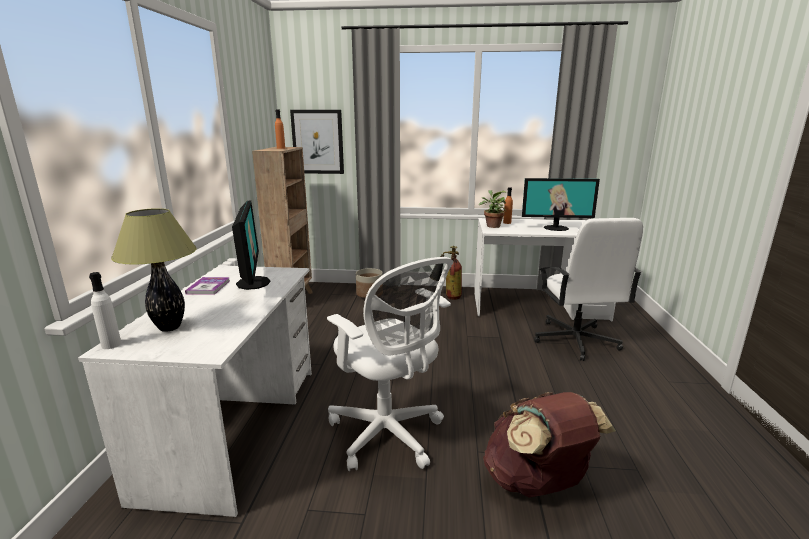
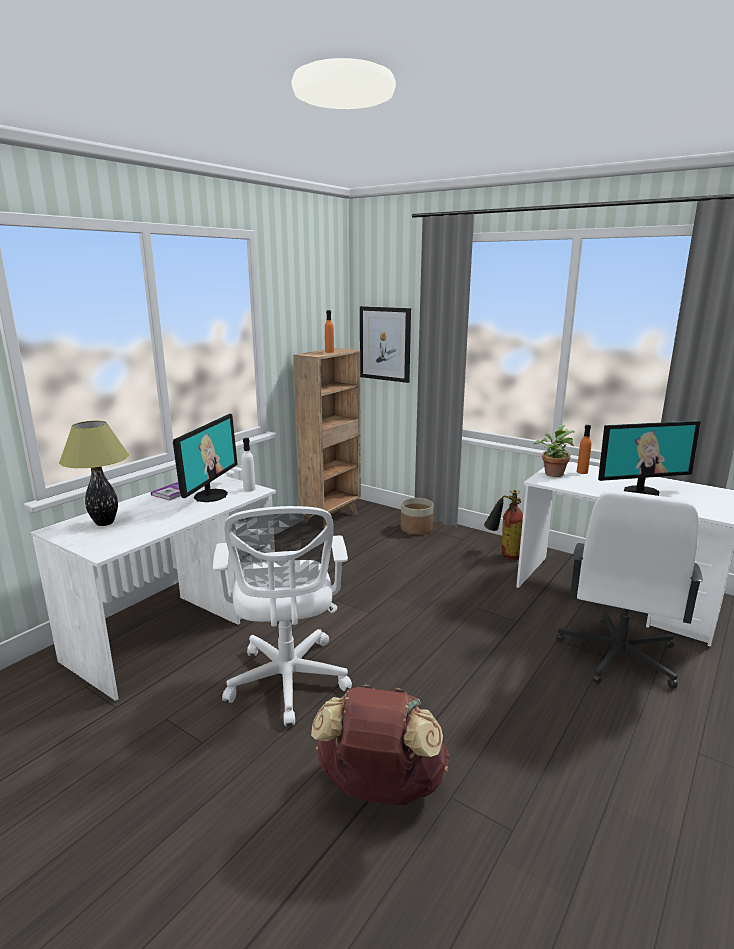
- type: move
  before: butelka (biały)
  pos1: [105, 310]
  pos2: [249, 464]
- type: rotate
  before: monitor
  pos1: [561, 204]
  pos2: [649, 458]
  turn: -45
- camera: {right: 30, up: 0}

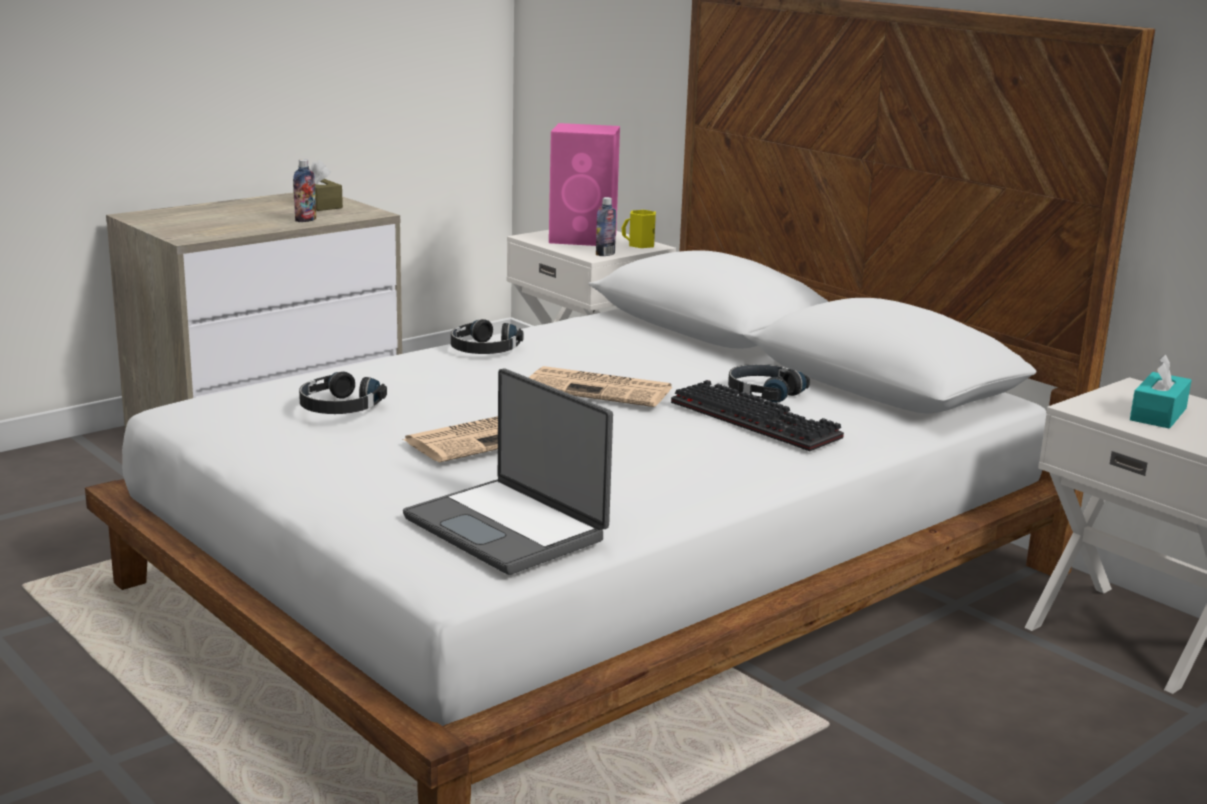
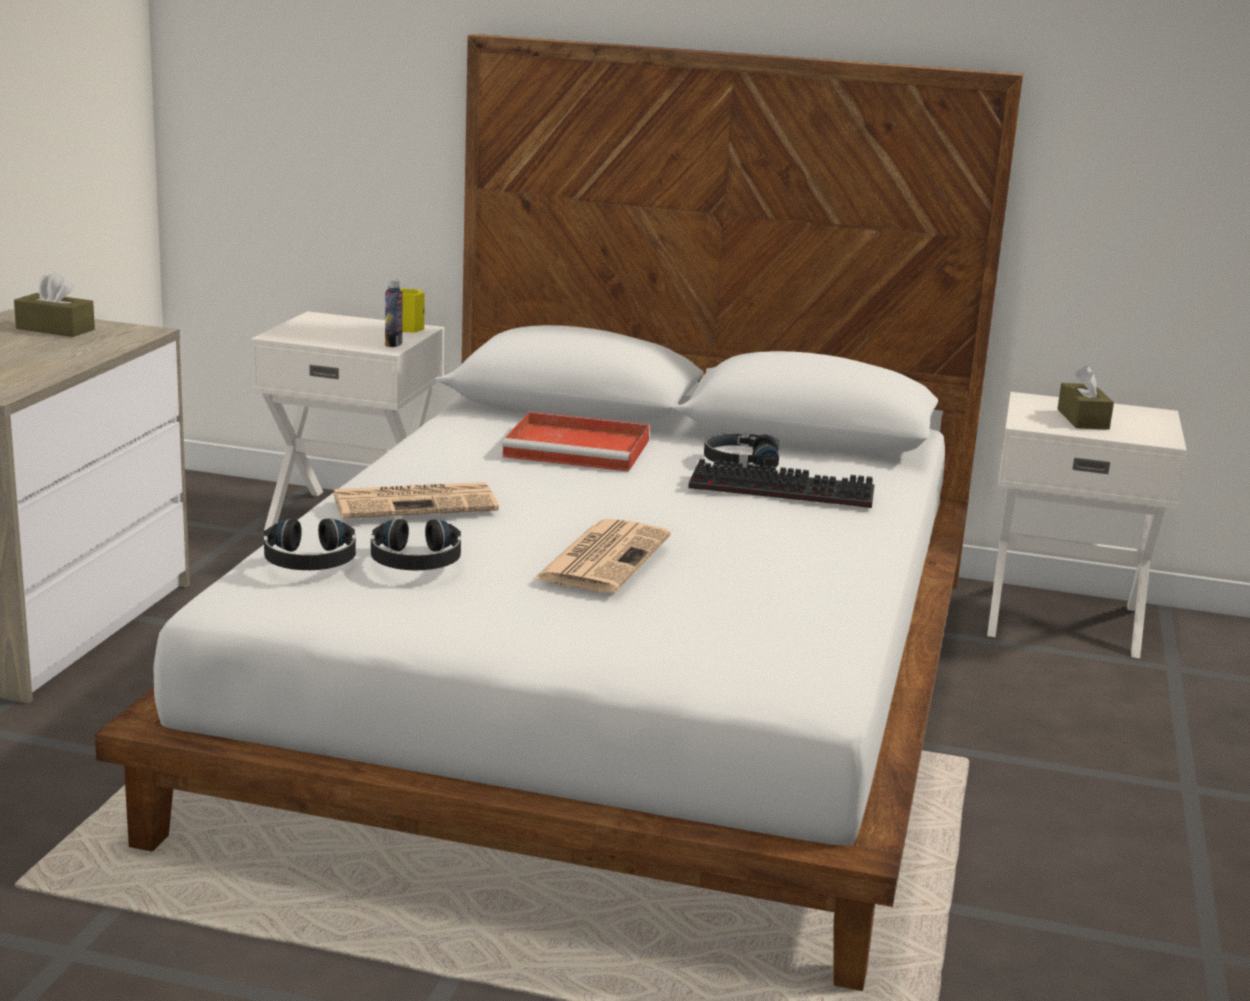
- type: delete
  before: butelka
  pos1: [304, 190]
- type: delete
  before: laptop
  pos1: [508, 471]
- type: move
  before: słuchawki (czarny)
  pos1: [487, 336]
  pos2: [310, 544]
- type: move
  before: gazeta
  pos1: [600, 386]
  pos2: [416, 500]
- type: delete
  before: głośnik (różowy)
  pos1: [584, 184]
- type: recolor
  before: pudełko chusteczek (turkusowy)
  after: pudełko chusteczek (brązowy)
  pos1: [1161, 391]
  pos2: [1085, 397]
- type: insert
  after: taca (czerwony)
  pos2: [576, 441]
- camera: {right: -35, up: 0}

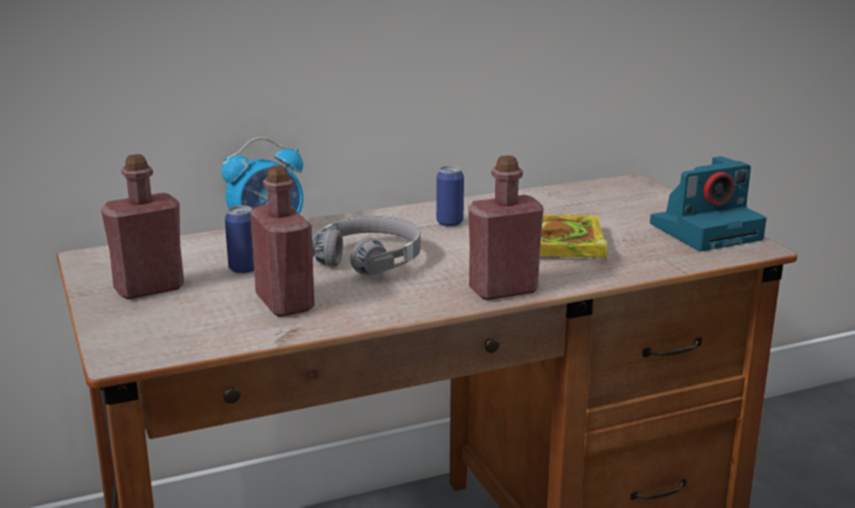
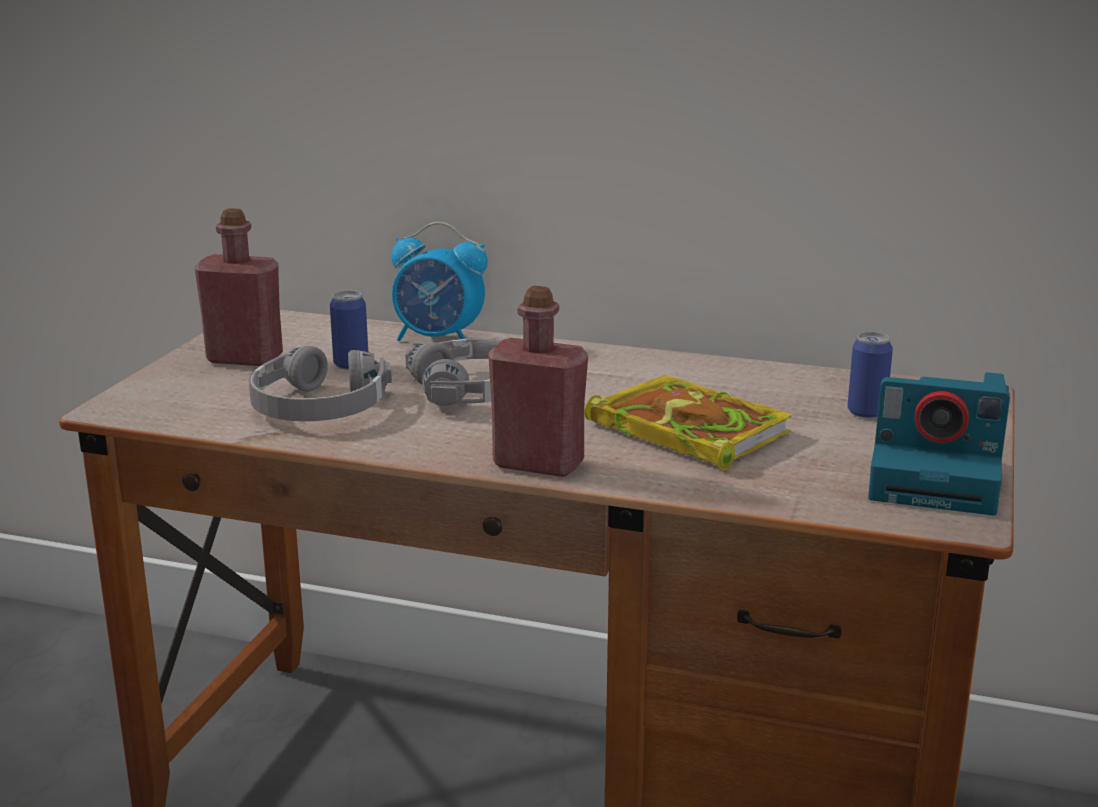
- type: replace
  before: butelka (czerwony)
  after: słuchawki (szary)
  pos1: [282, 241]
  pos2: [320, 383]
- type: move
  before: puszka
  pos1: [450, 196]
  pos2: [870, 375]
- camera: {right: 40, up: 0}

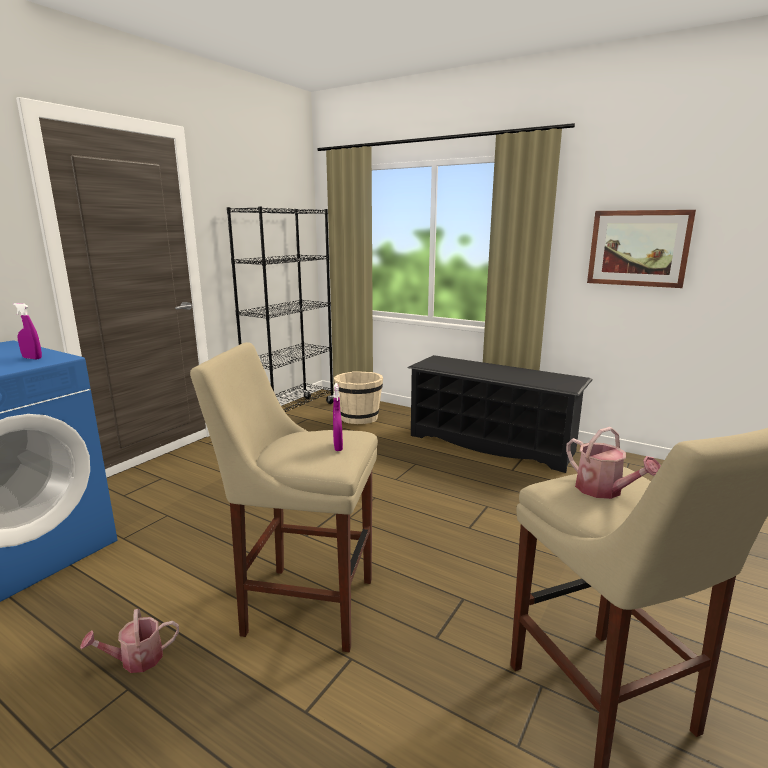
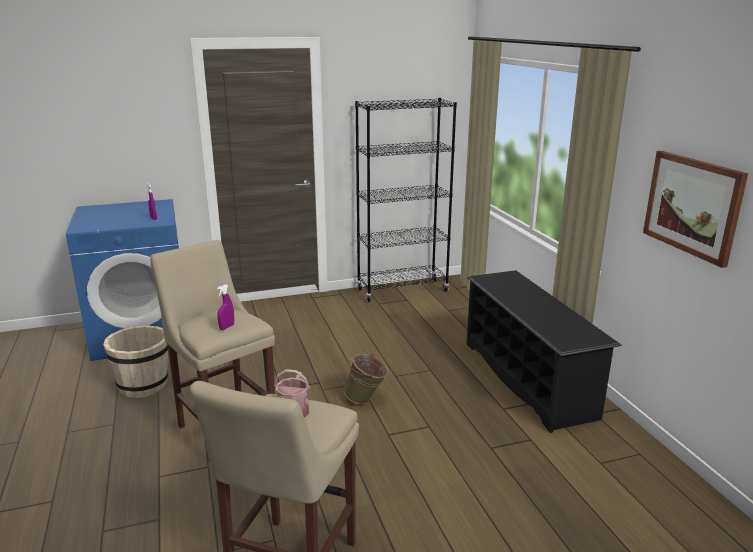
- type: delete
  before: konewka
  pos1: [129, 641]
- type: move
  before: wiadro (beżowy)
  pos1: [358, 397]
  pos2: [135, 361]
- type: insert
  after: wiadro (zielony)
  pos2: [366, 378]
- camera: {right: 40, up: 5}

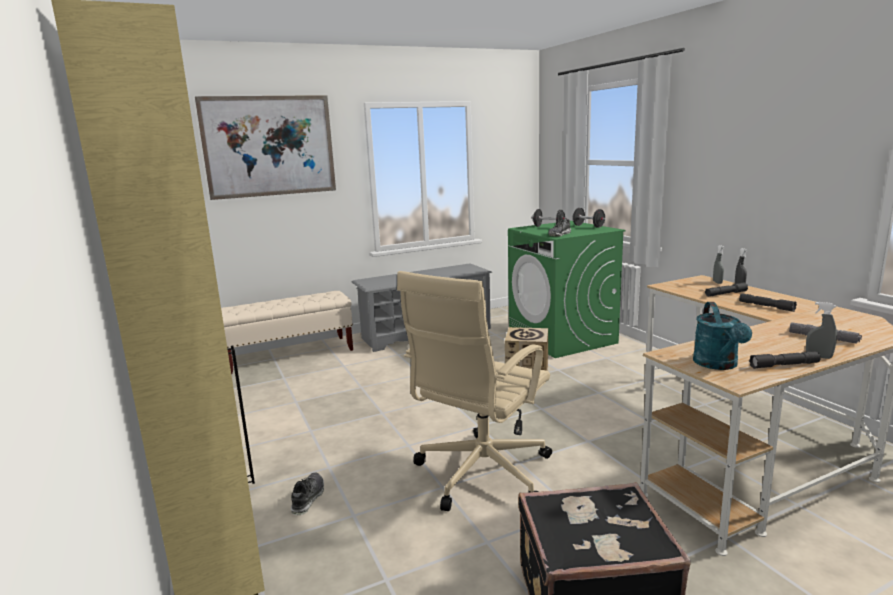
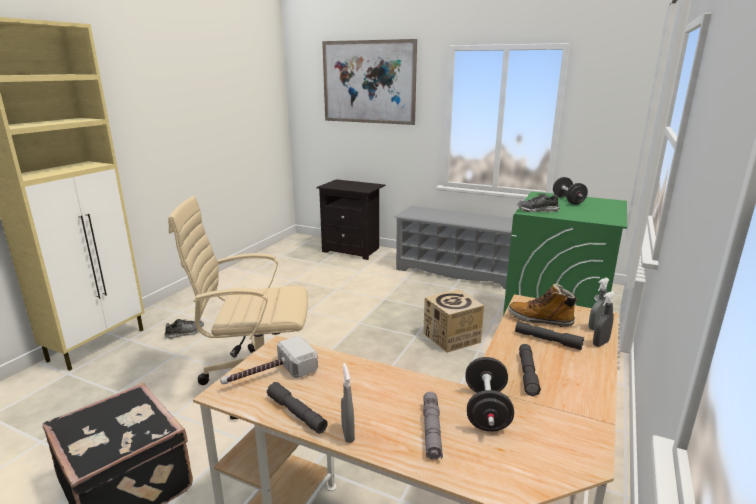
- type: replace
  before: ławka (beżowy)
  after: szafka nocna (czarny)
  pos1: [287, 332]
  pos2: [351, 219]
- type: move
  before: hantel (czarny)
  pos1: [589, 218]
  pos2: [489, 394]
- type: replace
  before: konewka (turkusowy)
  after: młotek
  pos1: [722, 336]
  pos2: [269, 360]
- type: insert
  after: but z cholewką
  pos2: [543, 305]
- camera: {right: 50, up: 5}

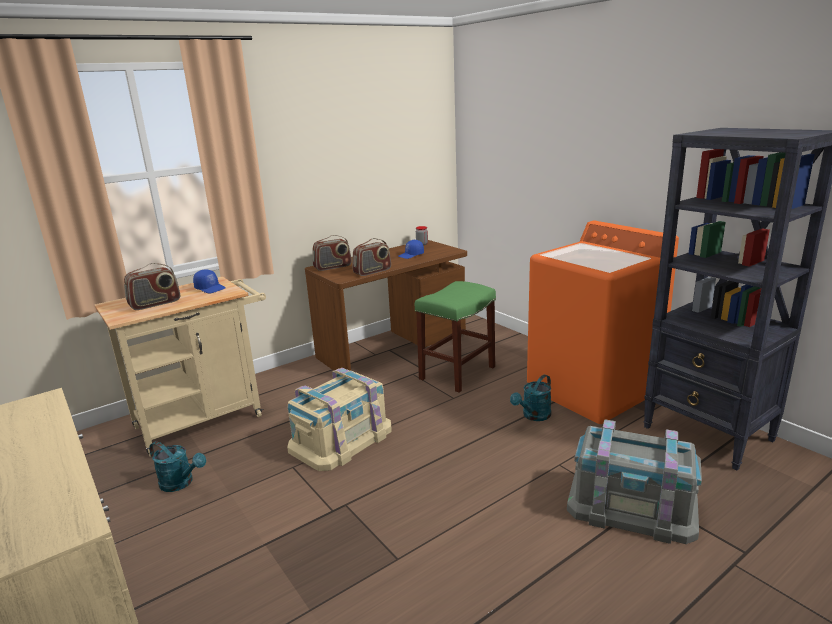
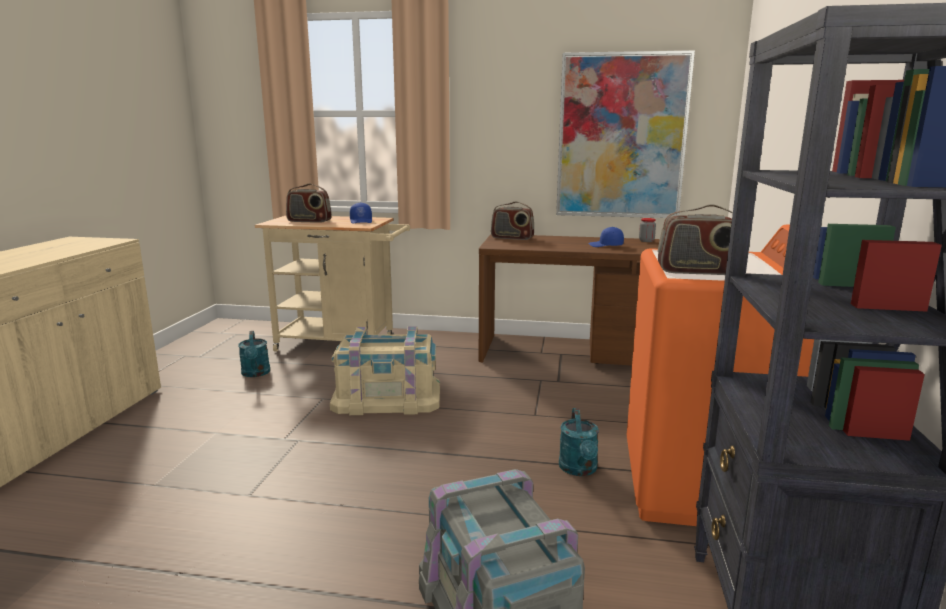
- type: move
  before: radio
  pos1: [371, 257]
  pos2: [695, 239]
- type: delete
  before: stołek (zielony)
  pos1: [455, 337]
- type: rotate
  before: konewka (turkusowy)
  pos1: [530, 398]
  pos2: [579, 442]
  turn: -90
- type: insert
  after: obraz
  pos2: [625, 134]
- camera: {right: 45, up: -5}

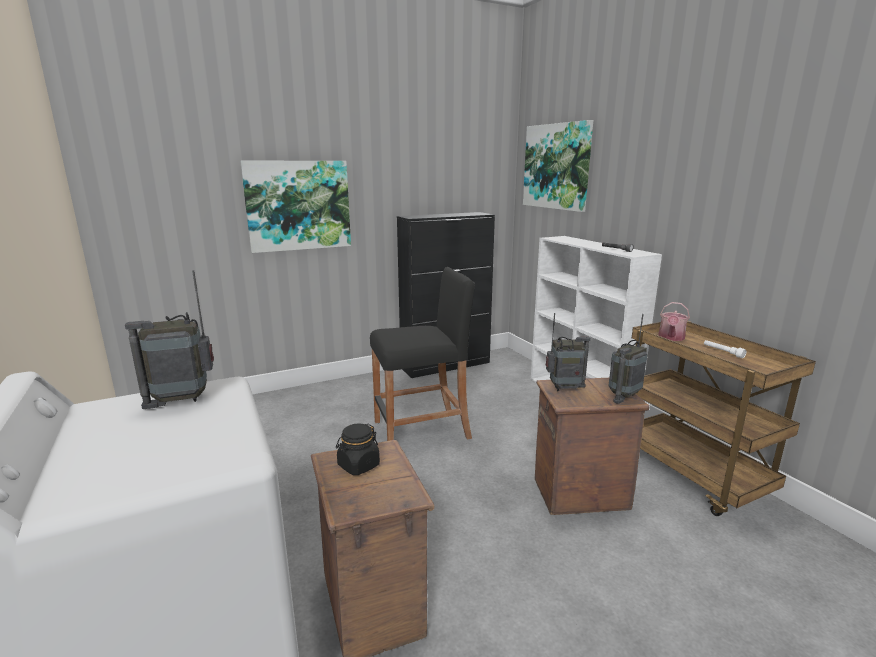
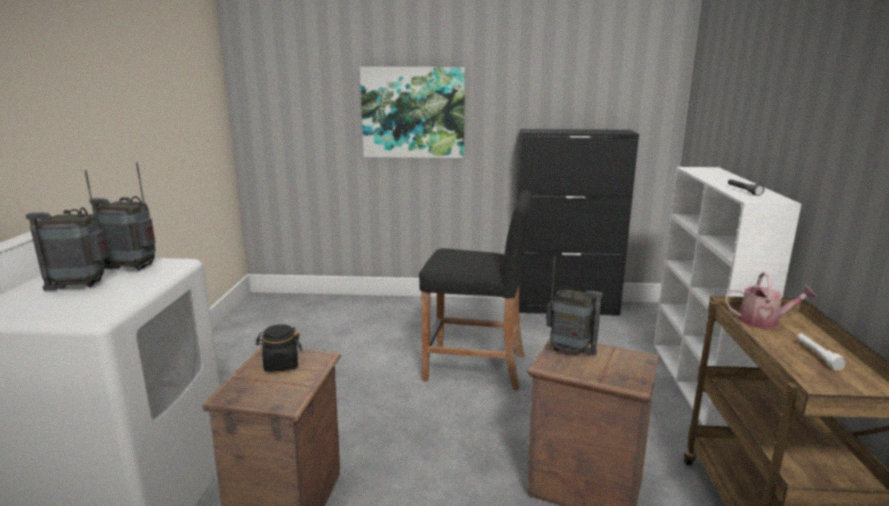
- type: delete
  before: obraz
  pos1: [558, 166]
- type: move
  before: radio
  pos1: [628, 359]
  pos2: [67, 230]
- type: rotate
  before: konewka
  pos1: [674, 321]
  pos2: [771, 300]
  turn: -135
- camera: {right: 30, up: 0}

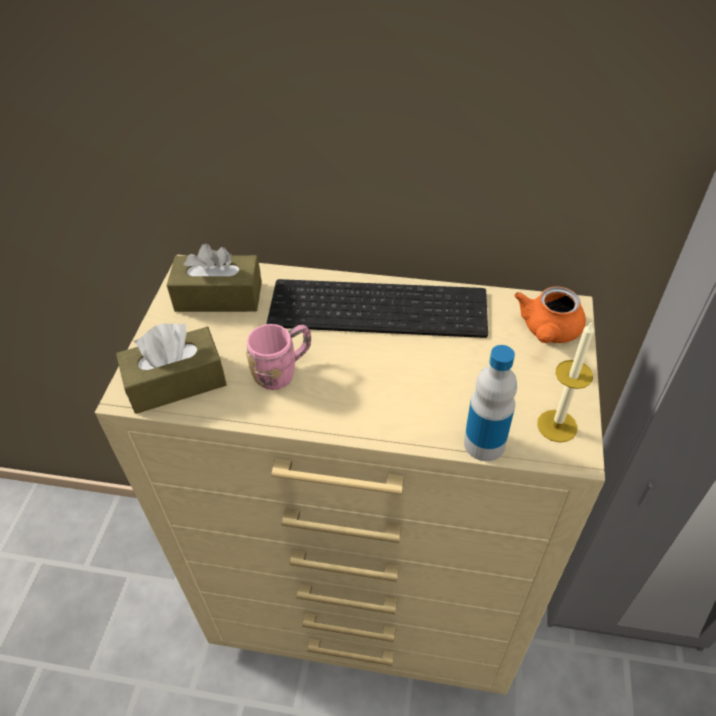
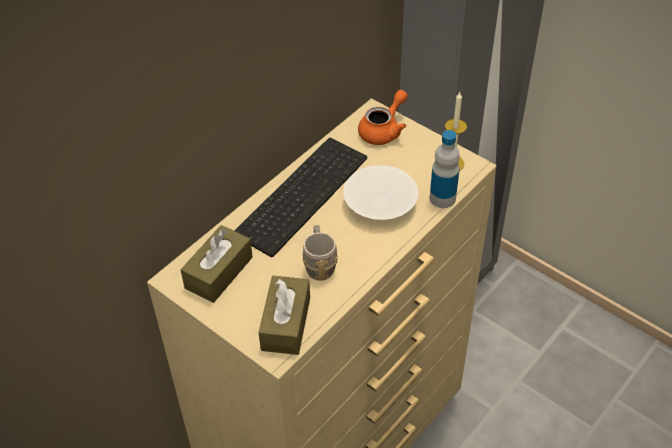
- type: recolor
  before: kubek (różowy)
  after: kubek (szary)
  pos1: [278, 357]
  pos2: [320, 253]
- type: rotate
  before: imbryk (pomarańczowy)
  pos1: [550, 314]
  pos2: [383, 117]
  turn: -105
- type: insert
  after: miska (biały)
  pos2: [380, 192]
- camera: {right: -60, up: 0}

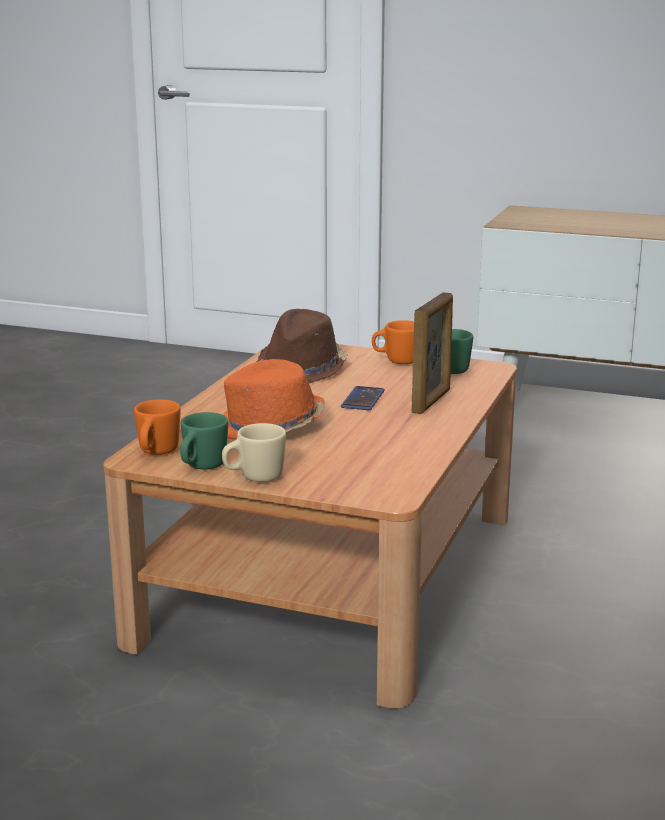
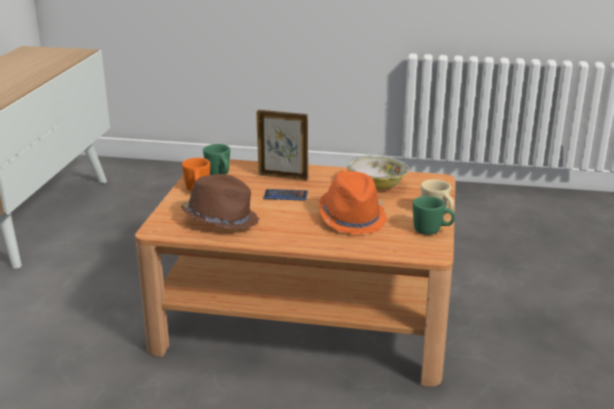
- type: delete
  before: kubek (pomarańczowy)
  pos1: [157, 427]
- type: insert
  after: miska
  pos2: [378, 172]
- camera: {right: -100, up: 5}

